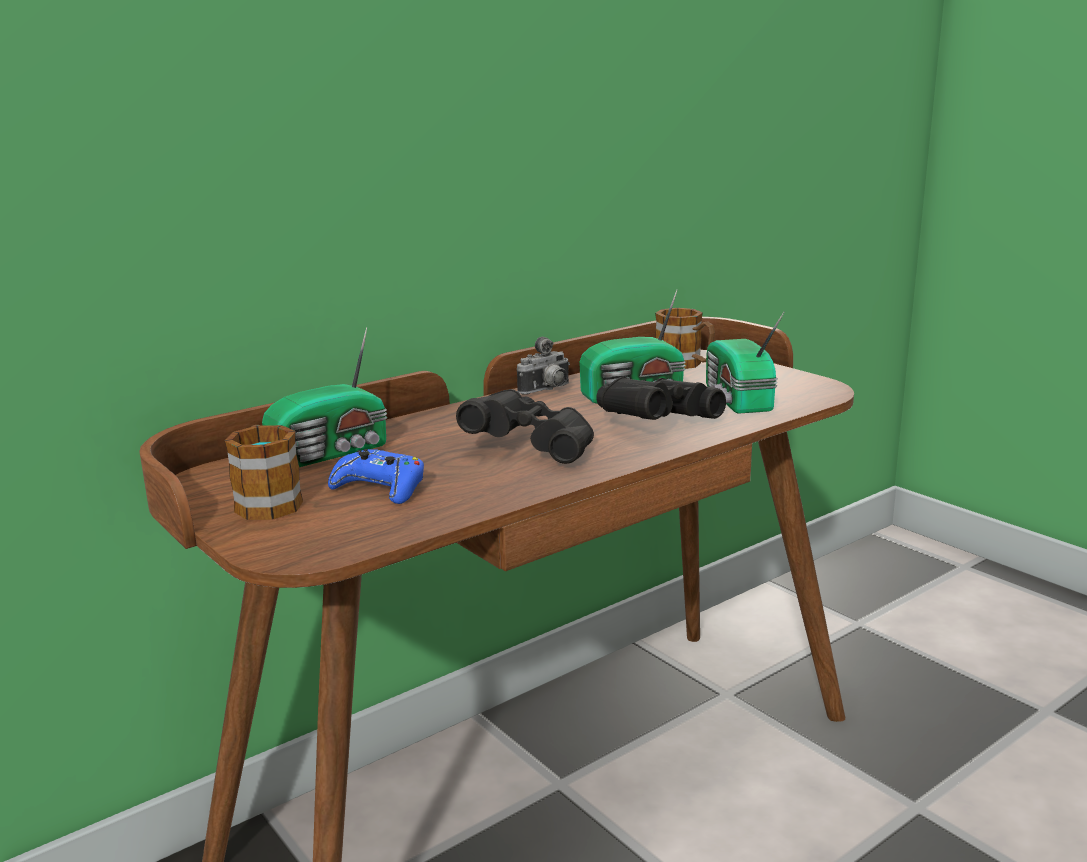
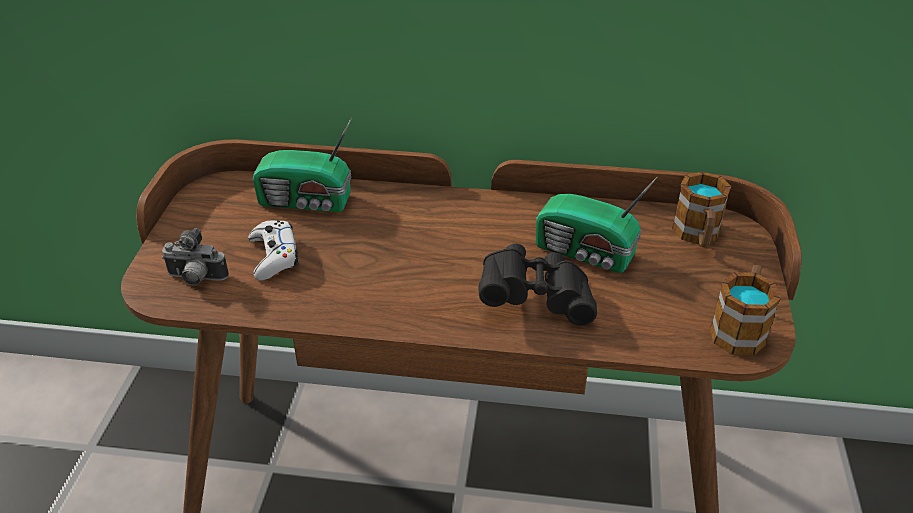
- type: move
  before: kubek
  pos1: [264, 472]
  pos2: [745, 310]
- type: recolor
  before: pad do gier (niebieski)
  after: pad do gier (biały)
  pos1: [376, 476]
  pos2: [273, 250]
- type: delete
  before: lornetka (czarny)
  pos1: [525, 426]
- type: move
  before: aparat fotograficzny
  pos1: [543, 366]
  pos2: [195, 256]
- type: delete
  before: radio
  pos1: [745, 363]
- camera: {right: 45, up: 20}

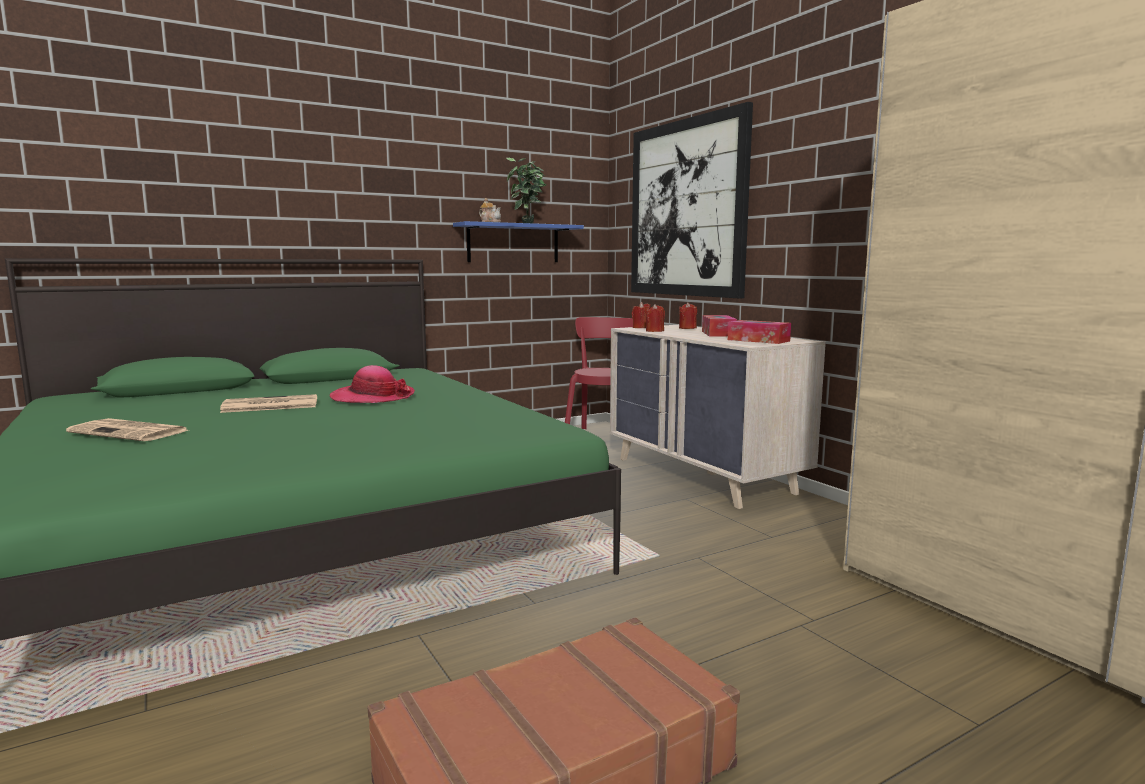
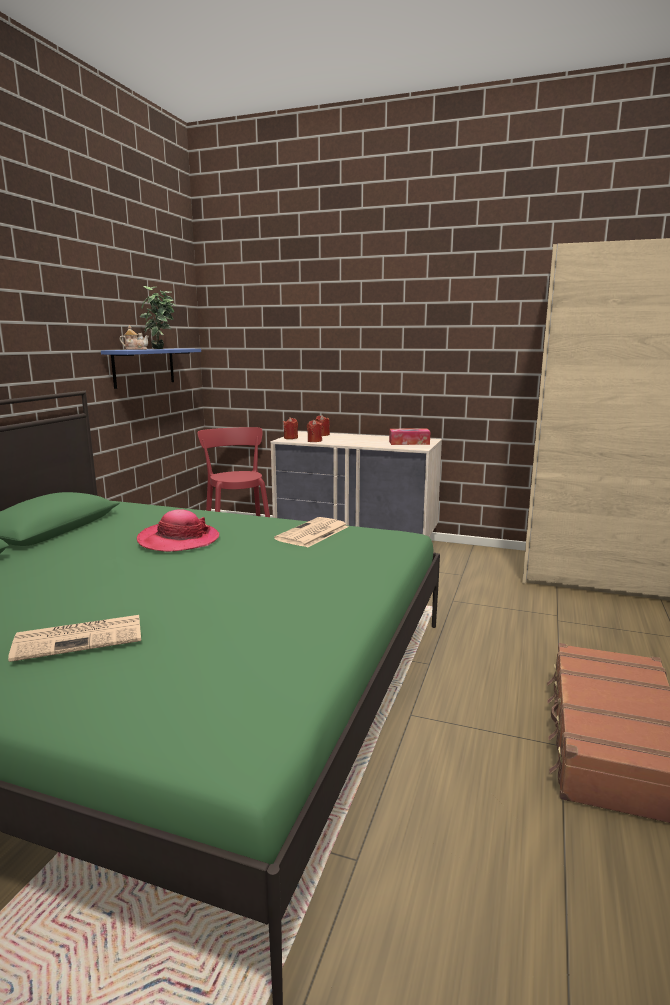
- type: move
  before: gazeta
  pos1: [268, 403]
  pos2: [311, 532]
- type: delete
  before: obraz
  pos1: [692, 200]
- type: delete
  before: pudełko chusteczek
  pos1: [719, 326]
- camera: {right: -40, up: 5}

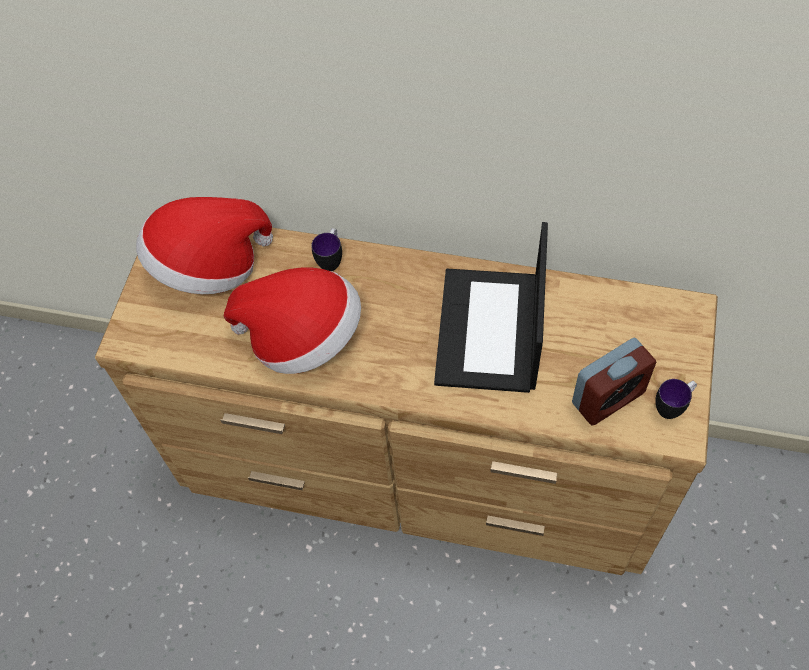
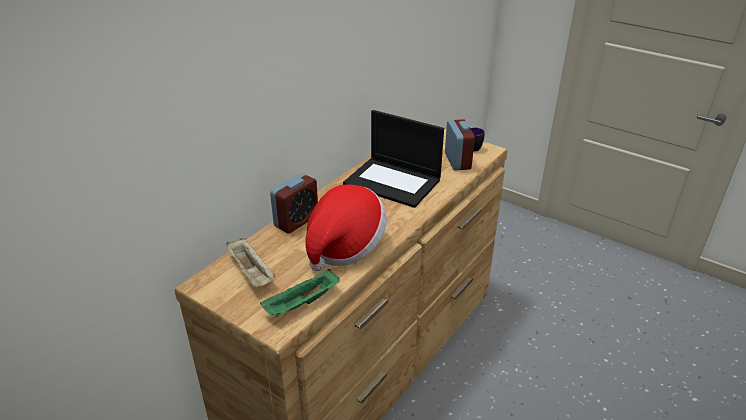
- type: replace
  before: kapelusz
  after: taca (beżowy)
  pos1: [204, 245]
  pos2: [250, 262]
- type: replace
  before: kubek
  after: budzik
  pos1: [326, 249]
  pos2: [294, 203]
- type: insert
  after: taca (zielony)
  pos2: [300, 293]
- camera: {right: -70, up: -25}

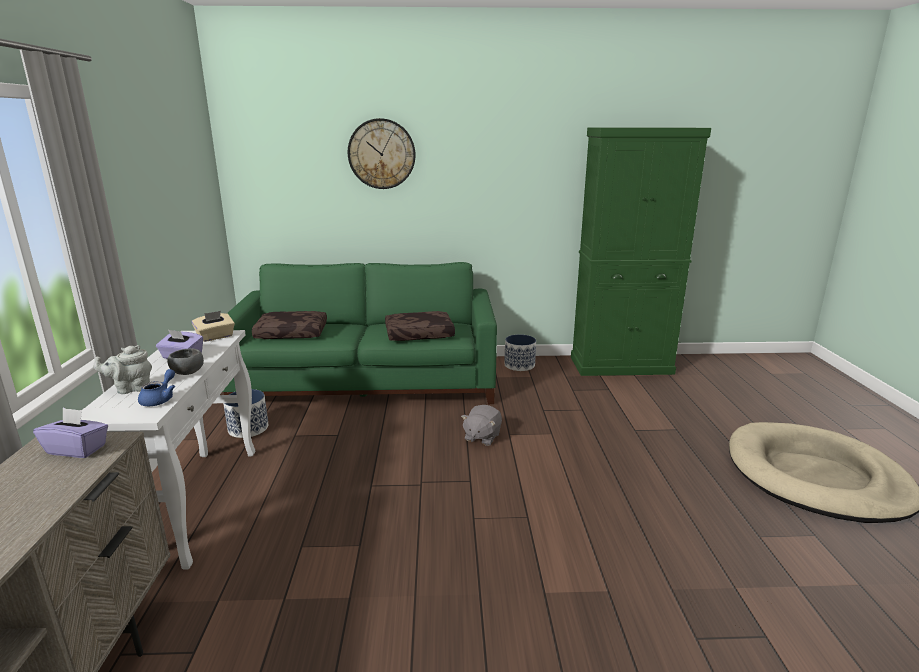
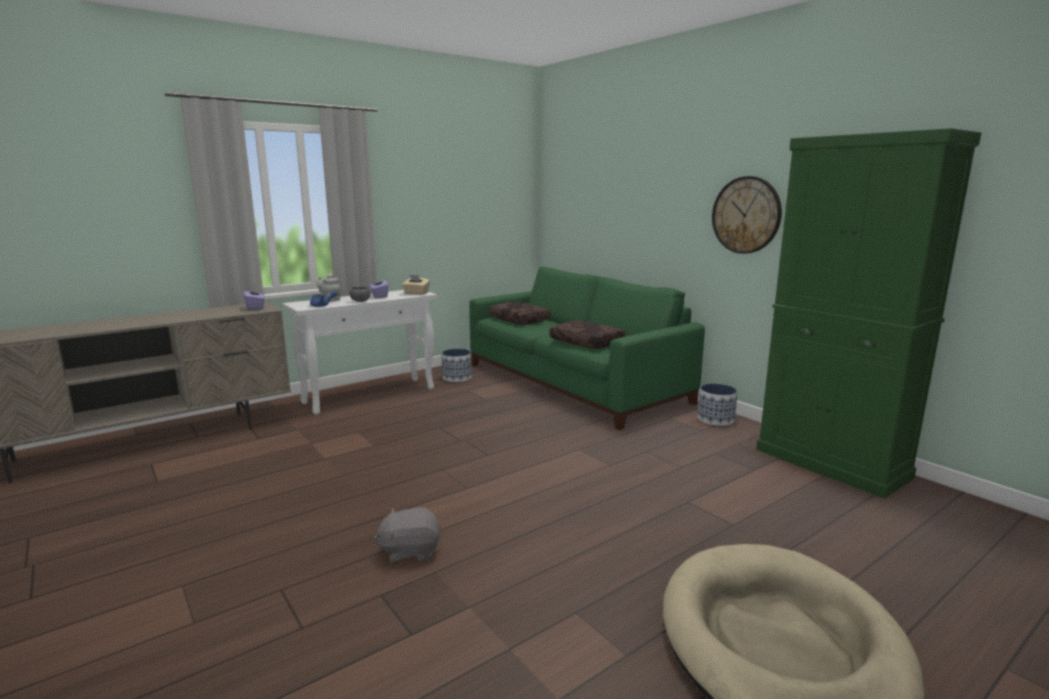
- type: move
  before: zegar ścienny
  pos1: [381, 153]
  pos2: [747, 215]
- type: move
  before: pluszak (szary)
  pos1: [481, 425]
  pos2: [407, 535]
- camera: {right: 55, up: -5}

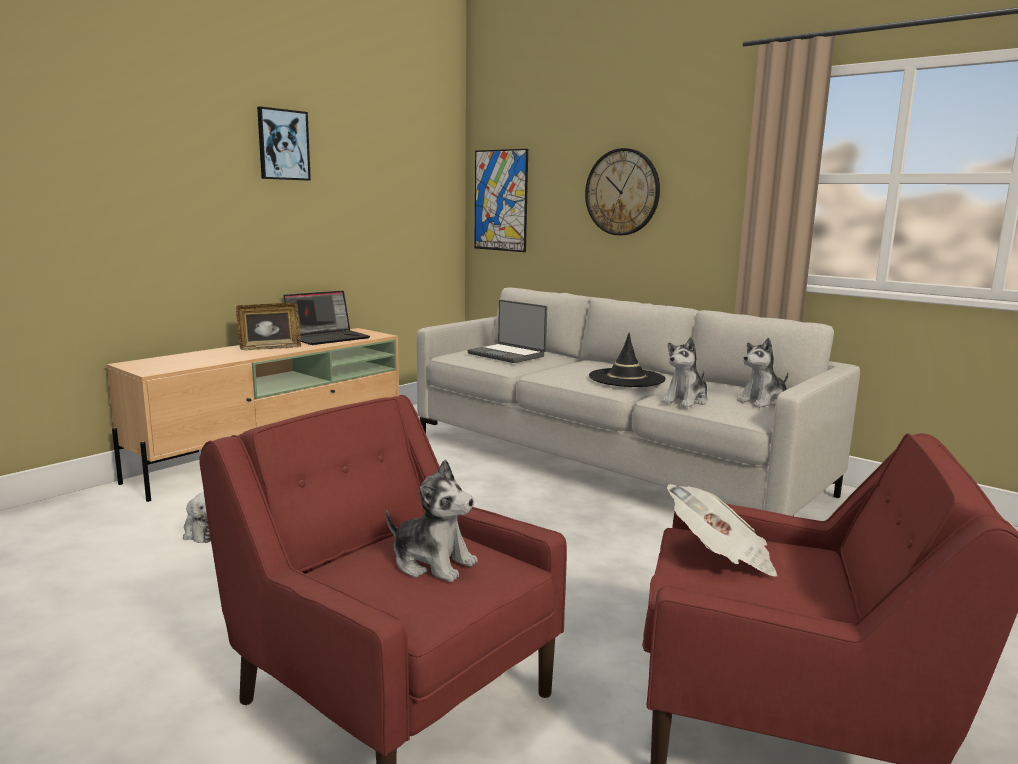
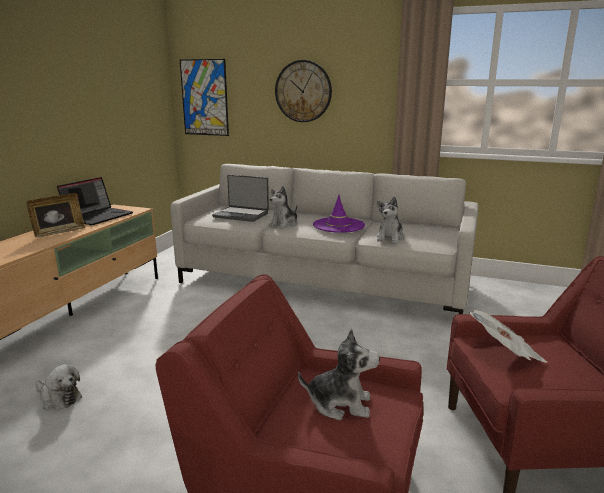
- type: delete
  before: obraz
  pos1: [284, 143]
- type: recolor
  before: kapelusz (czarny)
  after: kapelusz (fioletowy)
  pos1: [627, 360]
  pos2: [339, 214]
- type: move
  before: pluszak
  pos1: [762, 373]
  pos2: [283, 207]
- camera: {right: -20, up: 5}

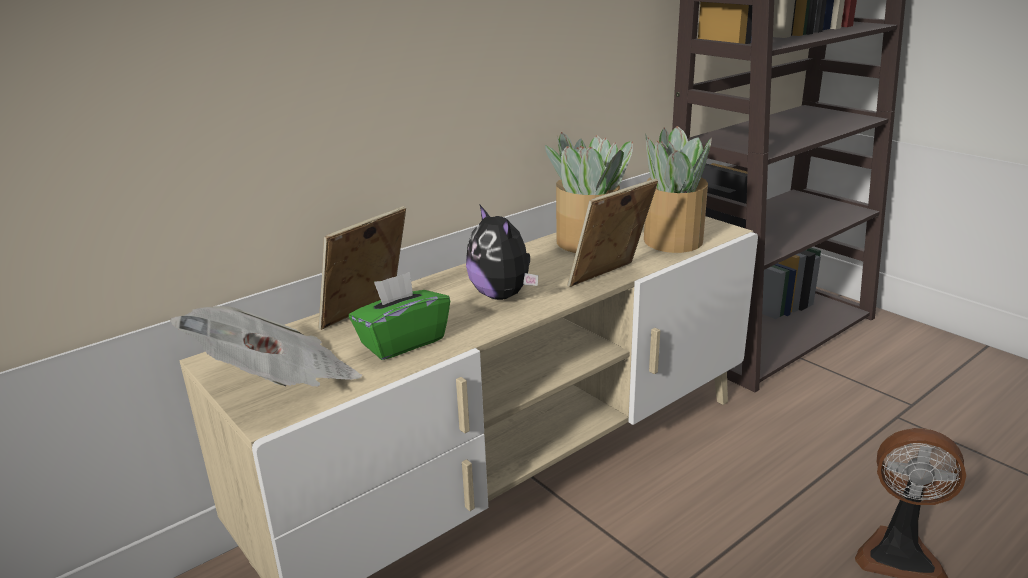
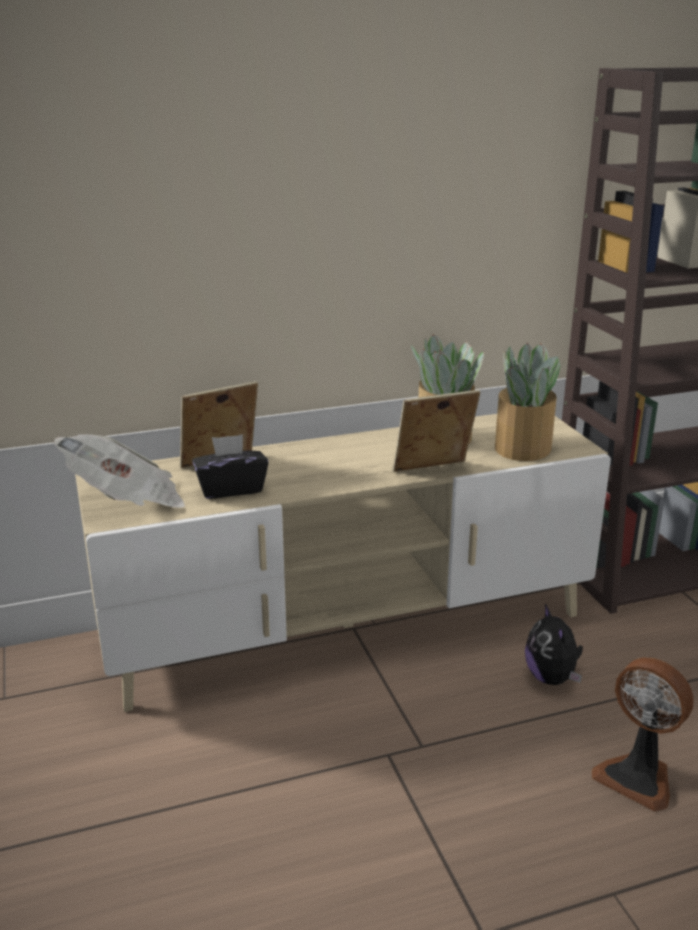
- type: recolor
  before: pudełko chusteczek (zielony)
  after: pudełko chusteczek (czarny)
  pos1: [399, 316]
  pos2: [230, 466]
- type: move
  before: pluszak
  pos1: [502, 252]
  pos2: [554, 644]
- camera: {right: 20, up: 0}

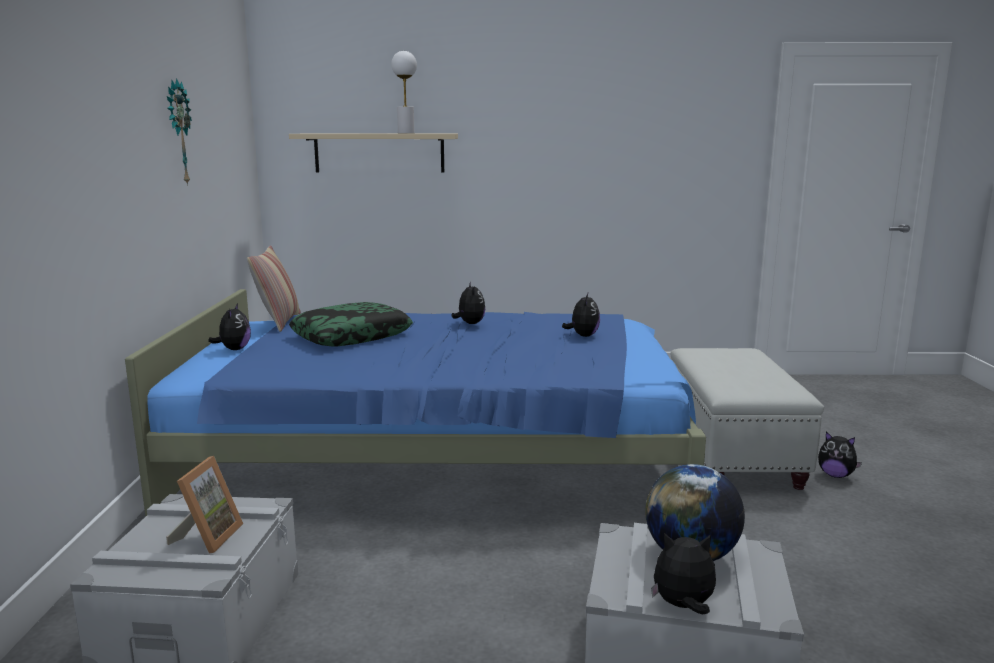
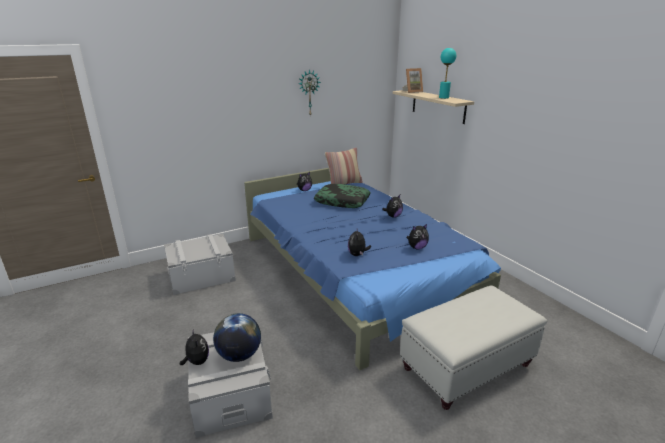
- type: move
  before: ramka na zdjęcie
  pos1: [204, 505]
  pos2: [413, 80]
- type: recolor
  before: lampa stołowa (biały)
  after: lampa stołowa (turkusowy)
  pos1: [404, 92]
  pos2: [447, 73]
- type: move
  before: pluszak
  pos1: [840, 455]
  pos2: [359, 242]
- camera: {right: 60, up: 10}

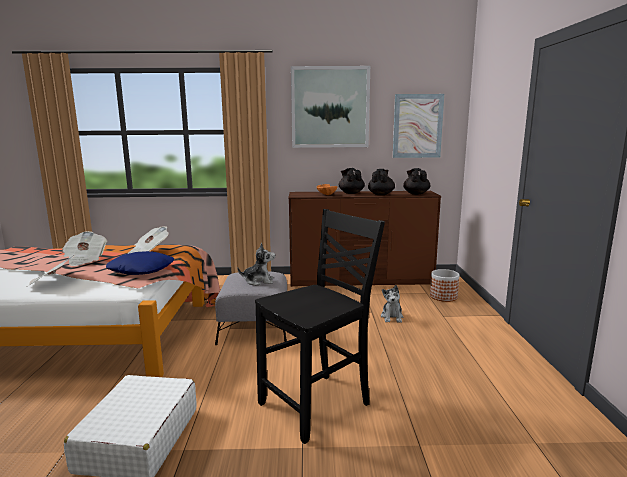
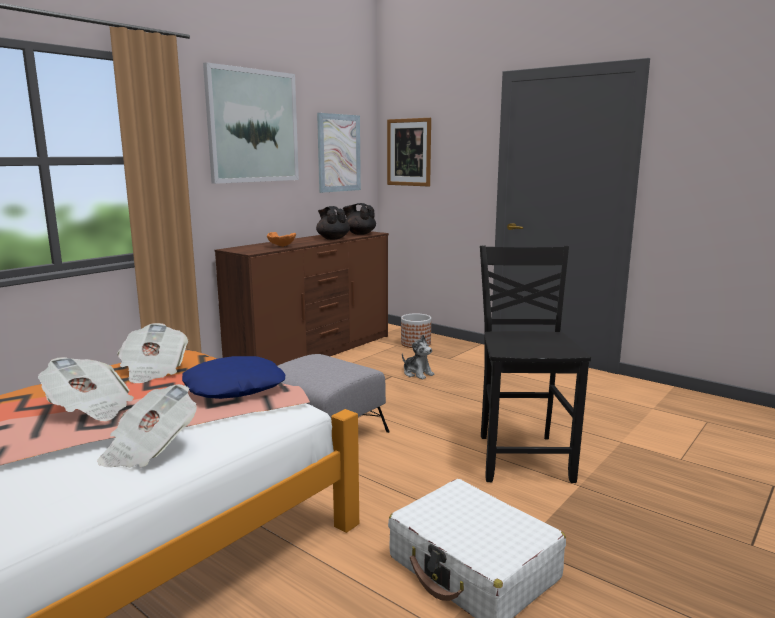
- type: delete
  before: pluszak
  pos1: [256, 264]
- type: delete
  before: imbryk (czarny)
  pos1: [352, 181]
- type: insert
  after: obraz
  pos2: [409, 152]
- camera: {right: -50, up: 0}

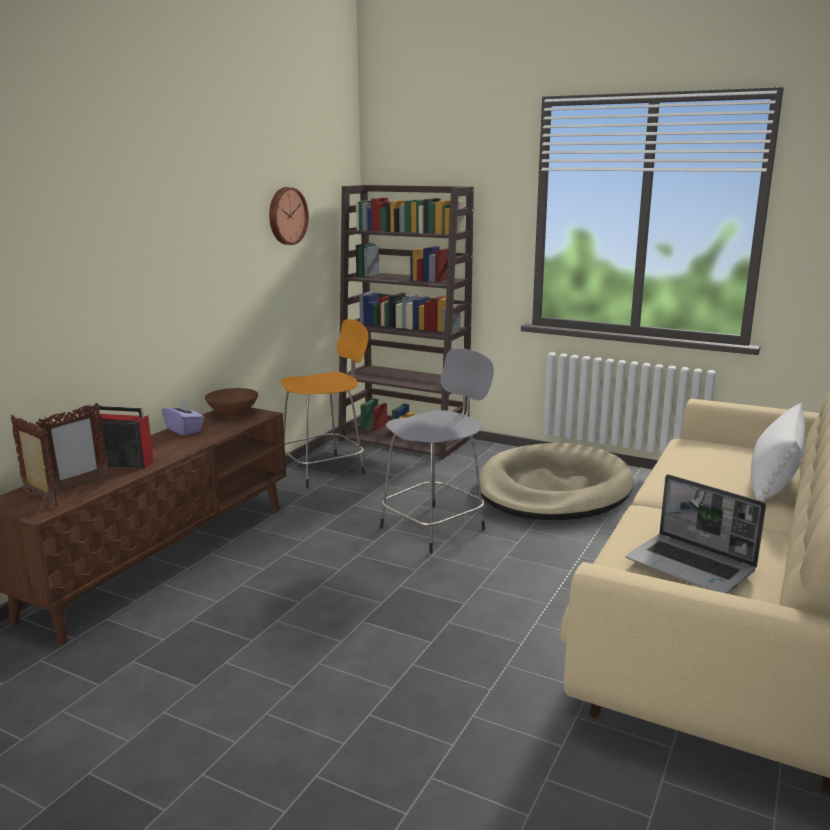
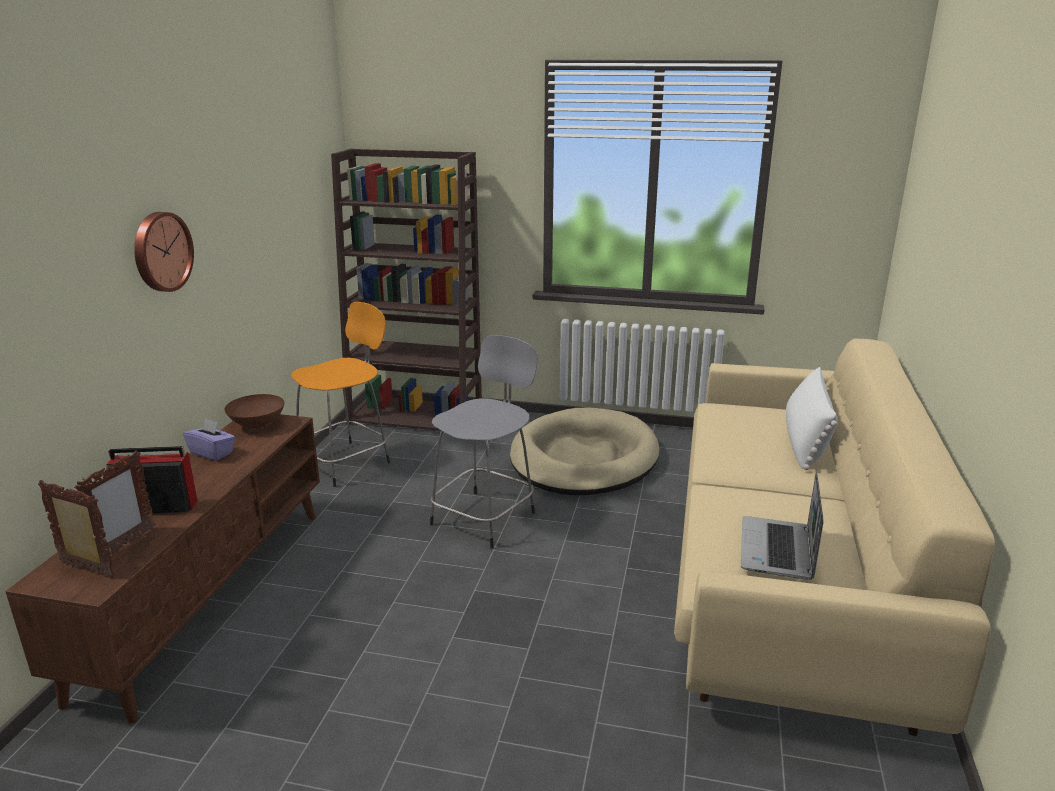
- type: move
  before: zegar ścienny
  pos1: [289, 216]
  pos2: [164, 252]
- type: rotate
  before: laptop
  pos1: [696, 534]
  pos2: [782, 526]
  turn: 75
- camera: {right: -15, up: 5}

